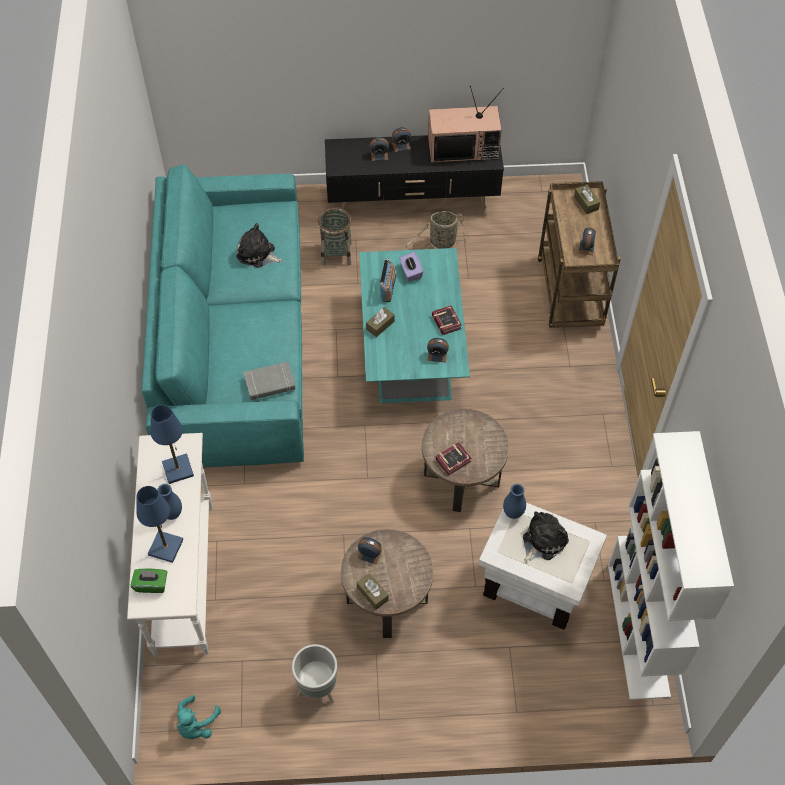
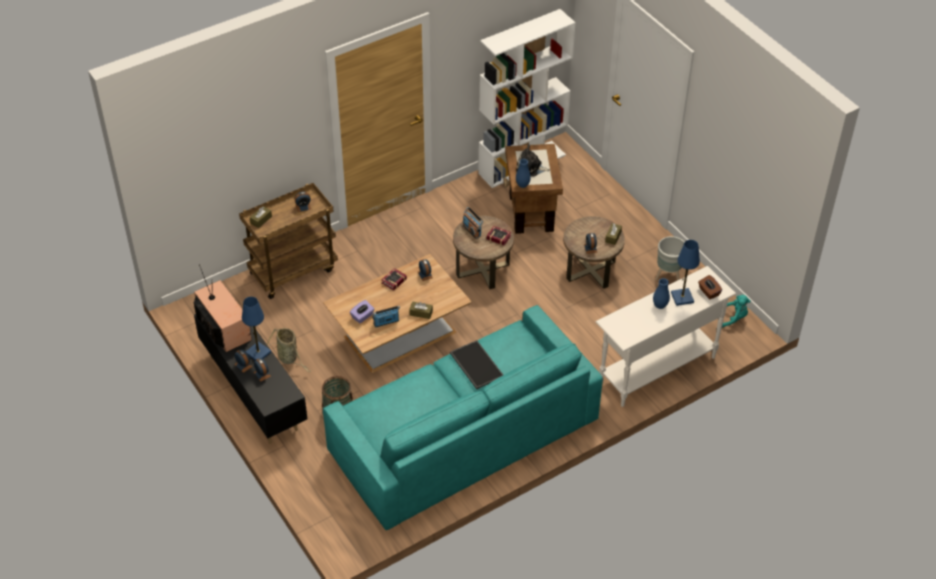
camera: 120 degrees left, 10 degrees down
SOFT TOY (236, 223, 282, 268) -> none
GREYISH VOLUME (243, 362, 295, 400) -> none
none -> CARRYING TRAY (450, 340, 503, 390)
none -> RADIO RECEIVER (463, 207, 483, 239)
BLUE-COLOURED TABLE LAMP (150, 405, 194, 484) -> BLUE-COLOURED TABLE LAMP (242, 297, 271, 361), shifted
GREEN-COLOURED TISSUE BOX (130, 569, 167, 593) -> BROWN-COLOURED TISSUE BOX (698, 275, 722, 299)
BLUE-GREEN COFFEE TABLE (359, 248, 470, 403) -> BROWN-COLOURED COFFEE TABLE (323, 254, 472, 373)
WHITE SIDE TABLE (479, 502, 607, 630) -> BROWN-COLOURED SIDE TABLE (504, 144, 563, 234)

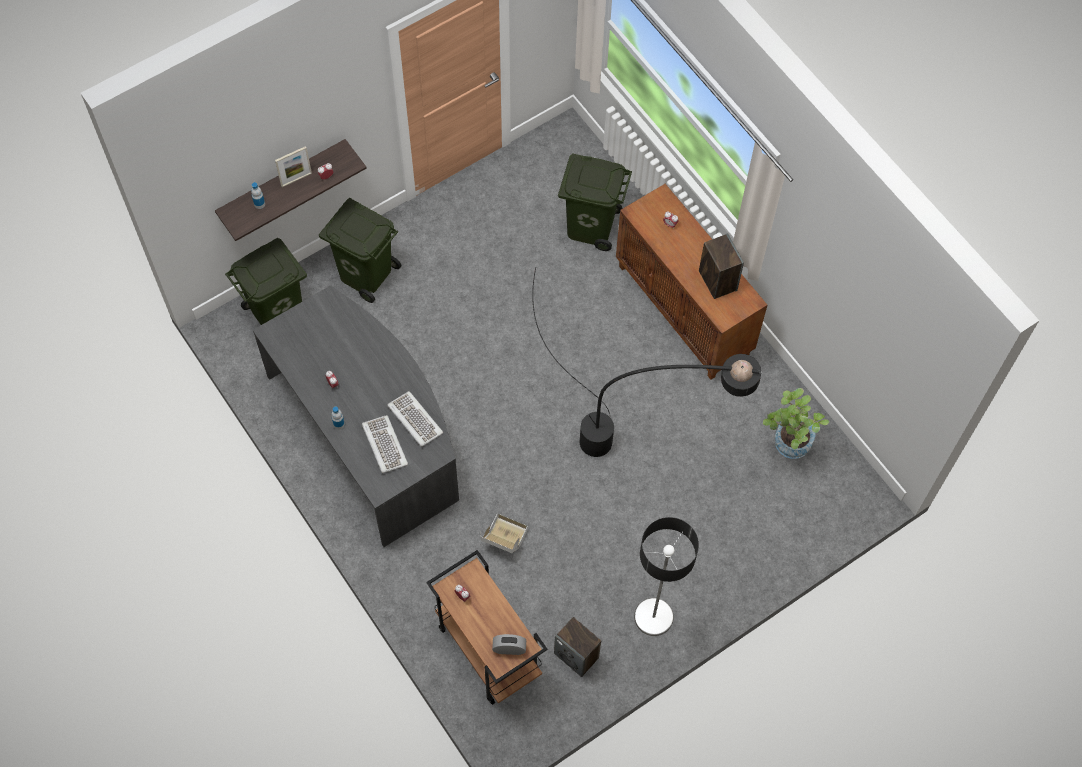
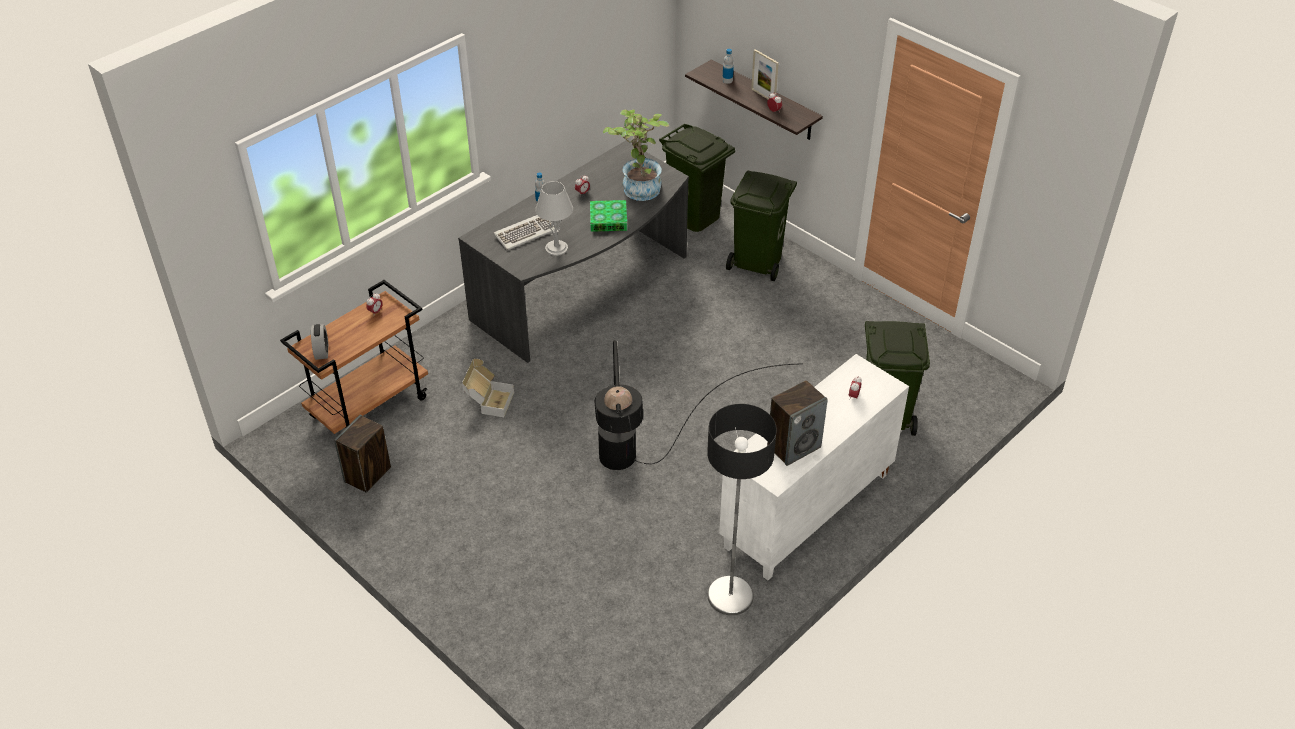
camera: 80 degrees right, 20 degrees down
none -> VOLUME (590, 200, 627, 232)
STANDARD LAMP (634, 517, 699, 636) -> STANDARD LAMP (707, 404, 777, 615), shifted
POTTED PLANT (763, 388, 829, 459) -> POTTED PLANT (603, 109, 669, 201), shifted
PC KEYBOARD (387, 391, 443, 447) -> GREYISH TABLE LAMP (535, 181, 573, 256)
BROWN-COLOURED STORAGE CABINET (616, 184, 767, 380) -> WHITE STORAGE CABINET (719, 354, 909, 580)

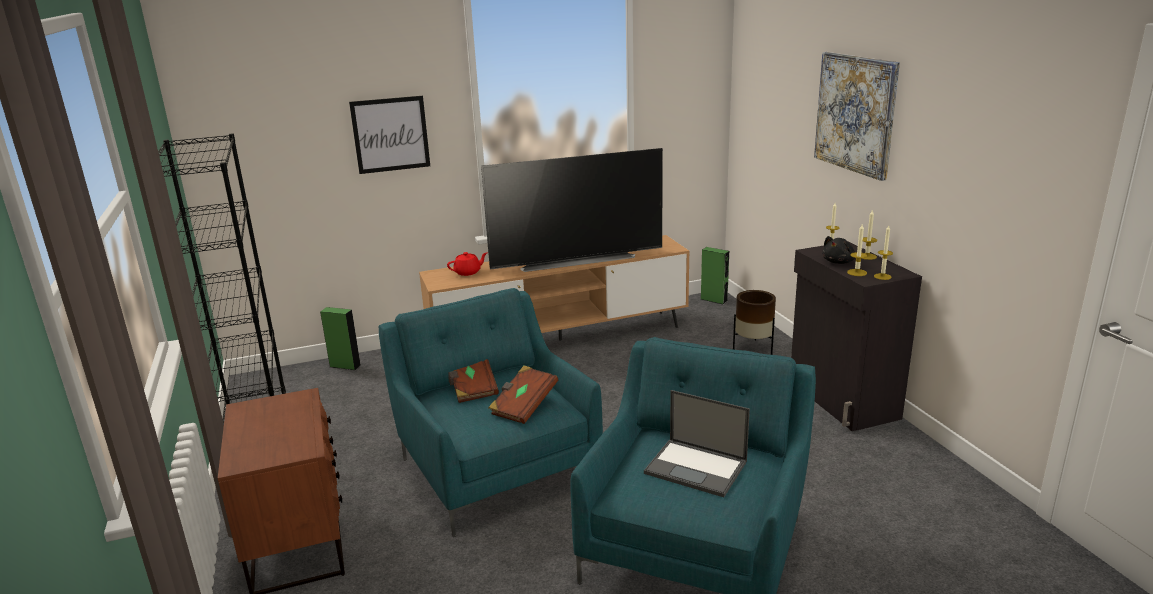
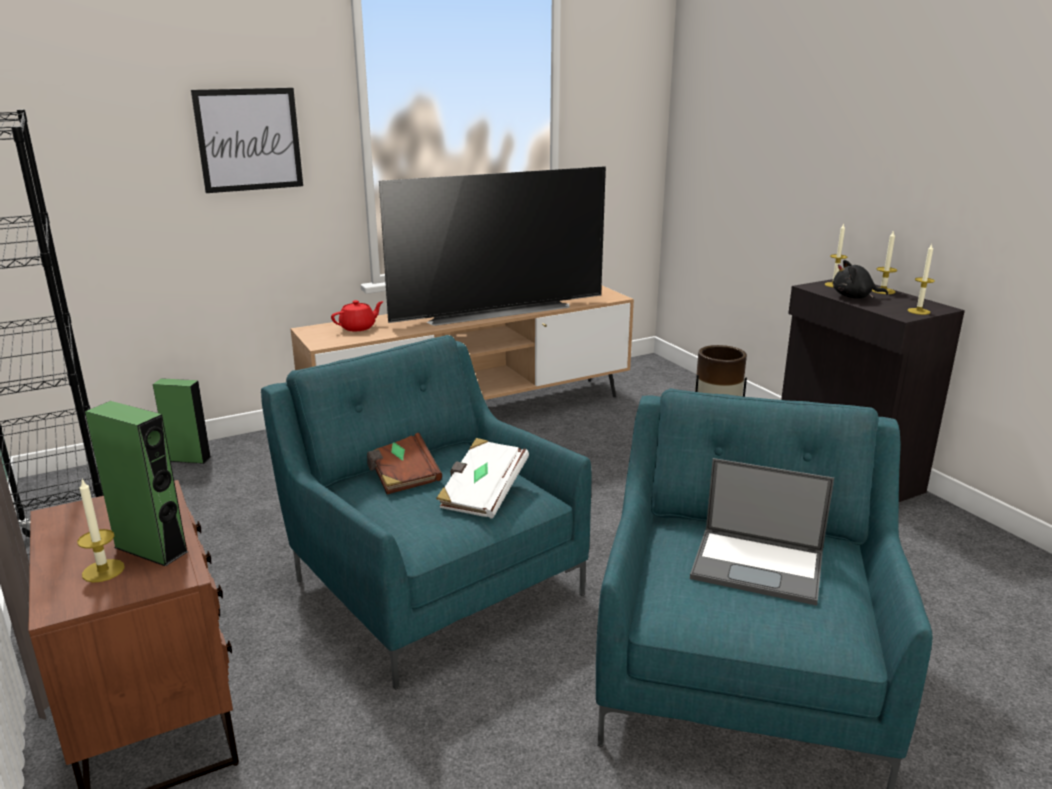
camera: 10 degrees left, 0 degrees up
WALL PICTURE (814, 52, 900, 181) -> none
GREEN-COLOURED SPEAKER (701, 247, 729, 305) -> GREEN-COLOURED SPEAKER (85, 401, 189, 566), shifted
CANDLE (847, 224, 868, 276) -> CANDLE (77, 479, 125, 583), shifted
BROWN-COLOURED VOLUME (489, 365, 558, 424) -> WHITE VOLUME (436, 438, 529, 519)
BLACK-COLOURED SOFT TOY (822, 236, 855, 264) -> BLACK-COLOURED SOFT TOY (833, 260, 888, 299), 60 degrees clockwise

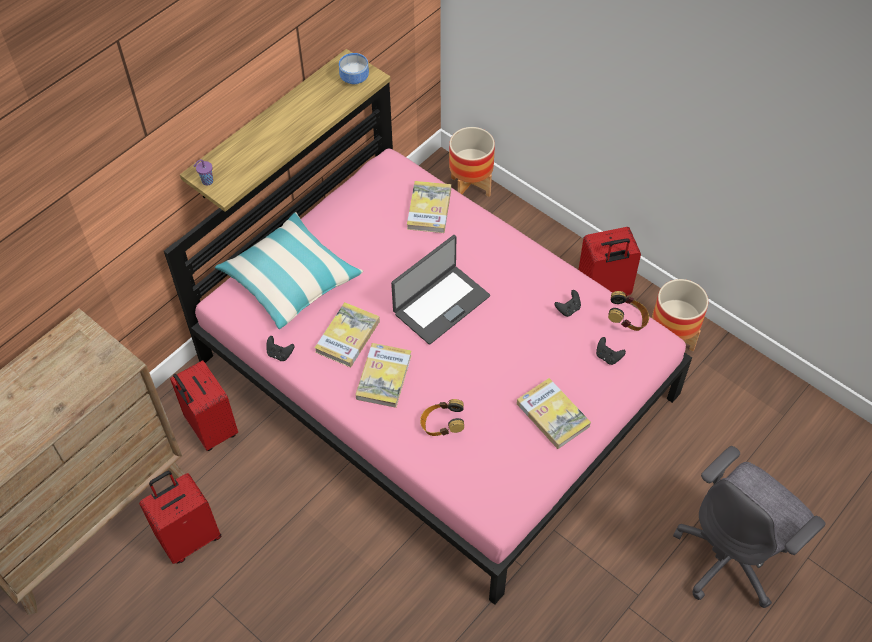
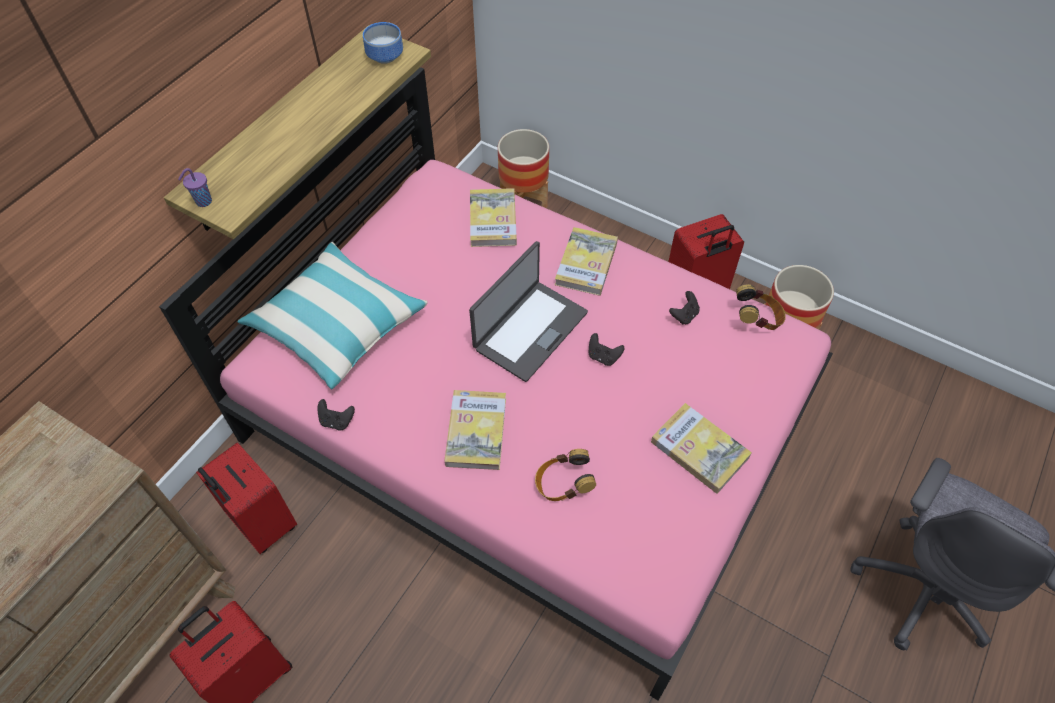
camera: 10 degrees left, 0 degrees up
VOLUME (315, 302, 380, 368) -> VOLUME (555, 227, 618, 296), shifted
BLACK-COLOURED GAMEPAD (596, 337, 626, 365) -> BLACK-COLOURED GAMEPAD (589, 333, 625, 366), shifted

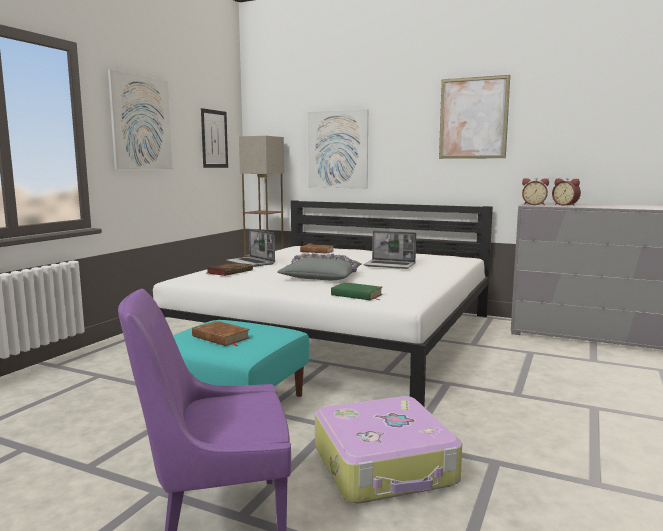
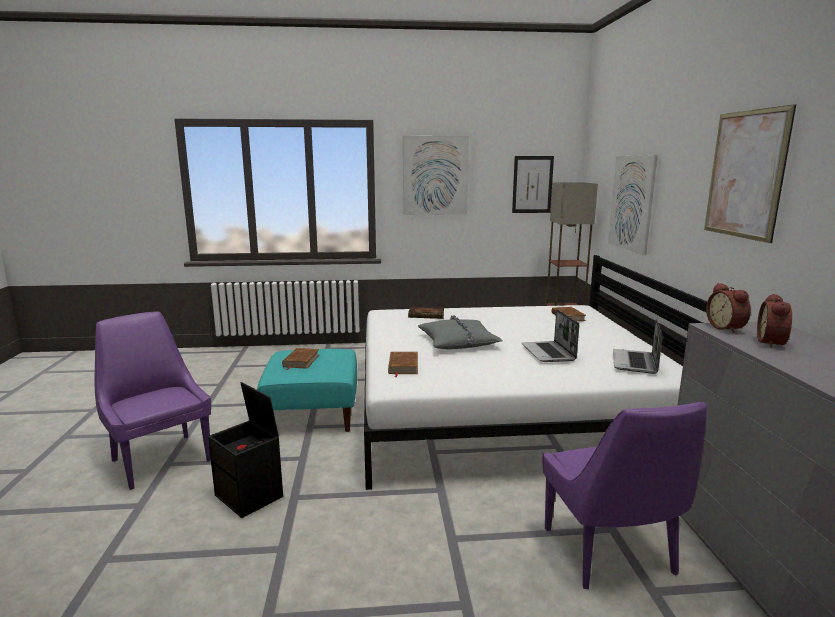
camera: 60 degrees right, 5 degrees up
none -> PURPLISH CHAIR (543, 402, 707, 589)
LAPTOP (226, 229, 275, 267) -> LAPTOP (613, 319, 663, 374), shifted
PIECE OF LUGGAGE (315, 396, 462, 504) -> BLACK-COLOURED STORAGE CONTAINER (208, 382, 283, 518)
GREEN-COLOURED VOLUME (331, 282, 383, 300) -> BROWN-COLOURED VOLUME (388, 352, 418, 377)

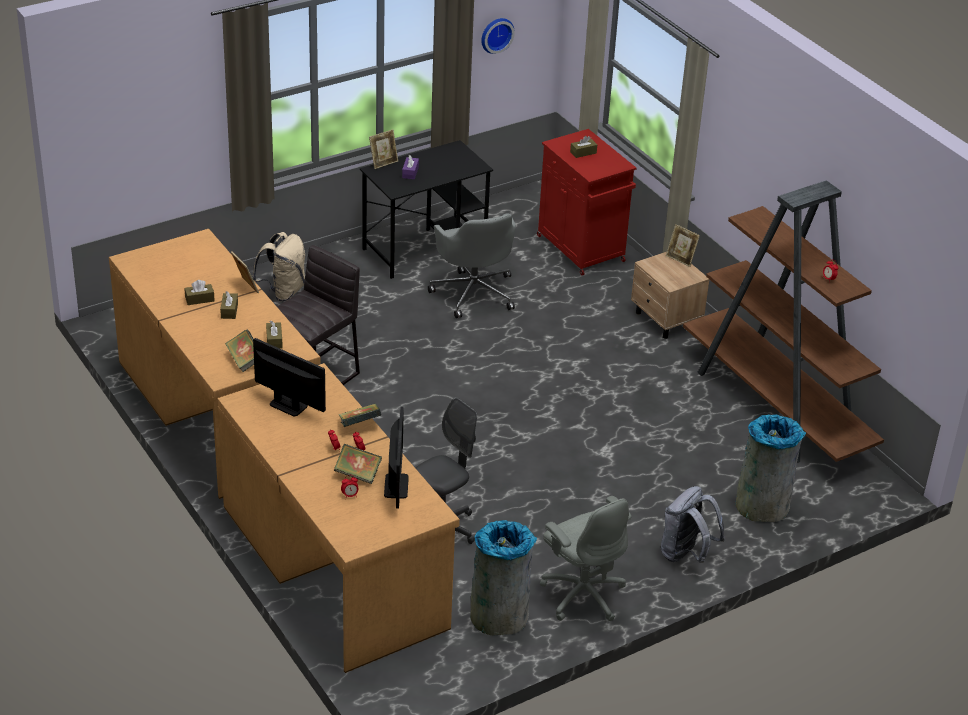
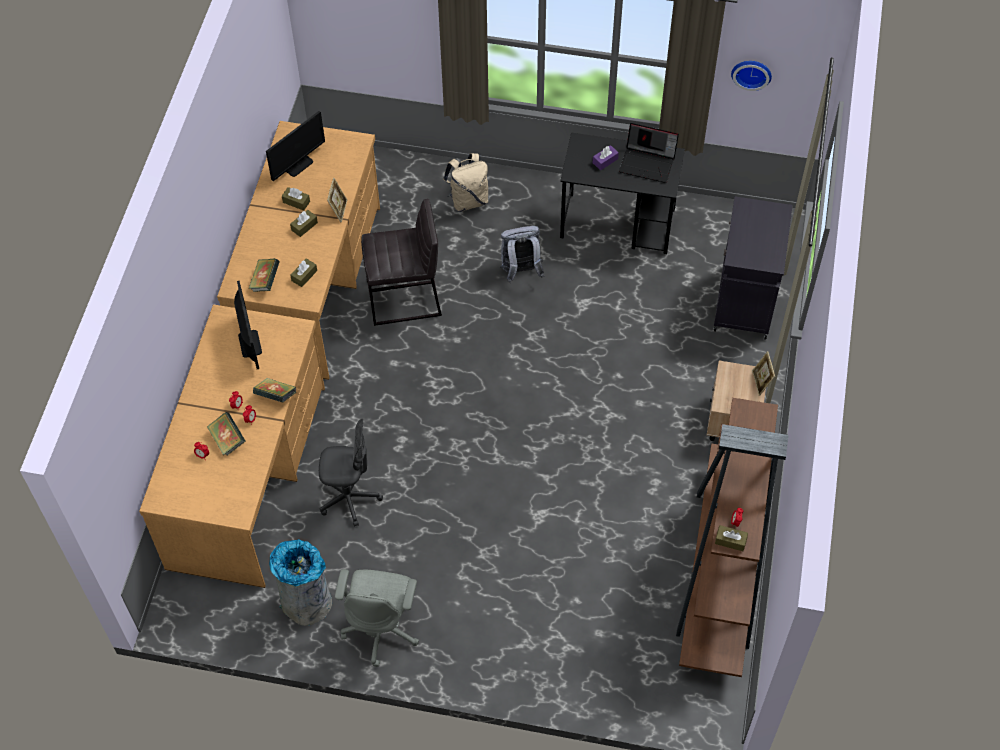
camera: 45 degrees right, 20 degrees up
PHOTO FRAME (369, 130, 398, 169) -> none
GREYISH OFFICE CHAIR (428, 213, 516, 318) -> none
GREYISH RUBBISH BIN (735, 415, 806, 522) -> none
none -> LAPTOP (619, 123, 679, 183)
COMPUTER DISPLAY (384, 407, 409, 509) -> COMPUTER DISPLAY (266, 111, 325, 181), shifted
BROWN-COLOURED TISSUE BOX (570, 136, 597, 158) -> BROWN-COLOURED TISSUE BOX (715, 525, 748, 551), shifted
GREYISH BACKPACK (661, 486, 725, 563) -> GREYISH BACKPACK (500, 226, 544, 283), shifted
RED-COLOURED STORAGE CABINET (537, 129, 637, 276) -> BLACK-COLOURED STORAGE CABINET (714, 196, 793, 340)

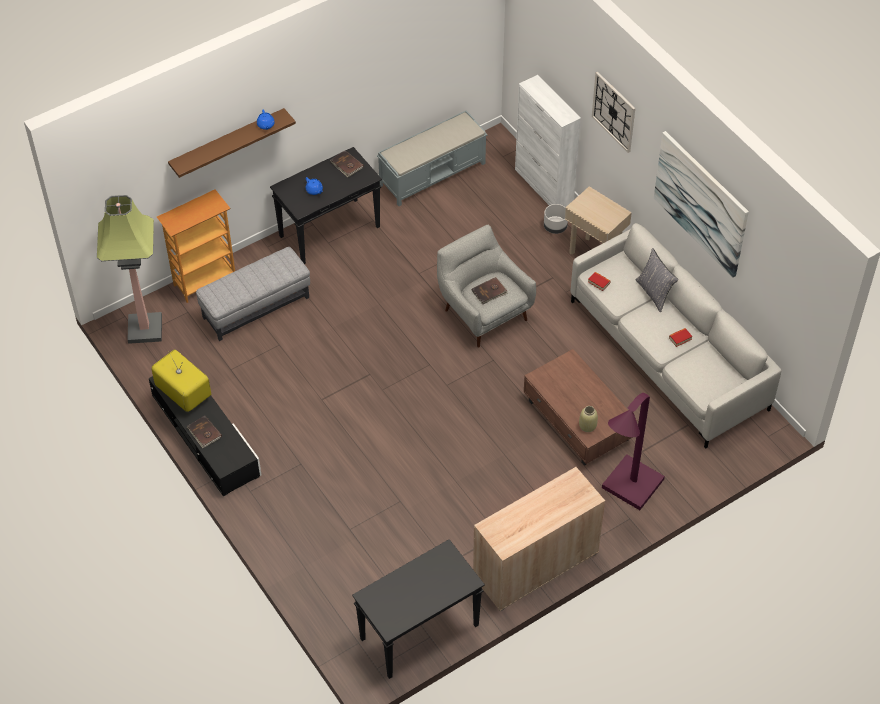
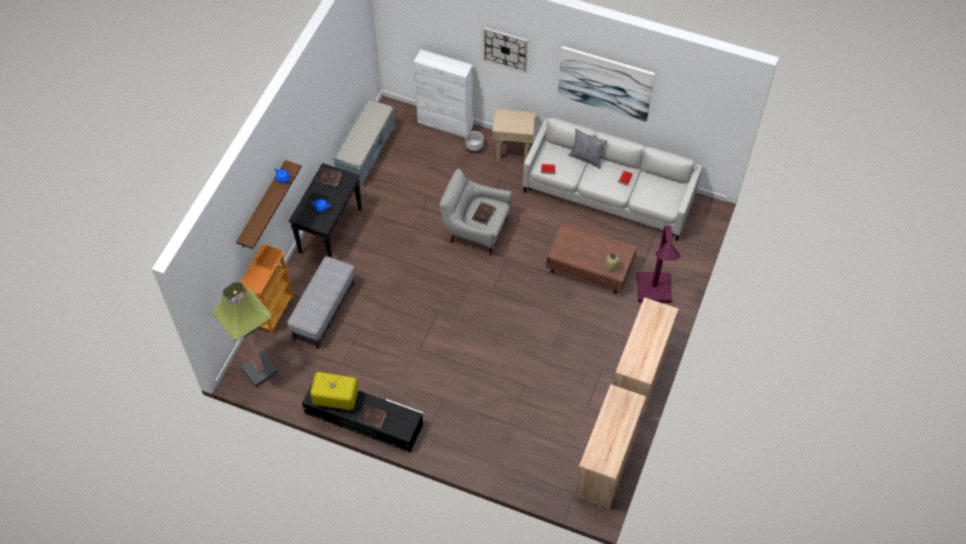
camera: 35 degrees left, 5 degrees up
BLACK-COLOURED NARROW TABLE (352, 539, 485, 679) -> BEIGE-COLOURED STORAGE CABINET (575, 384, 646, 509)

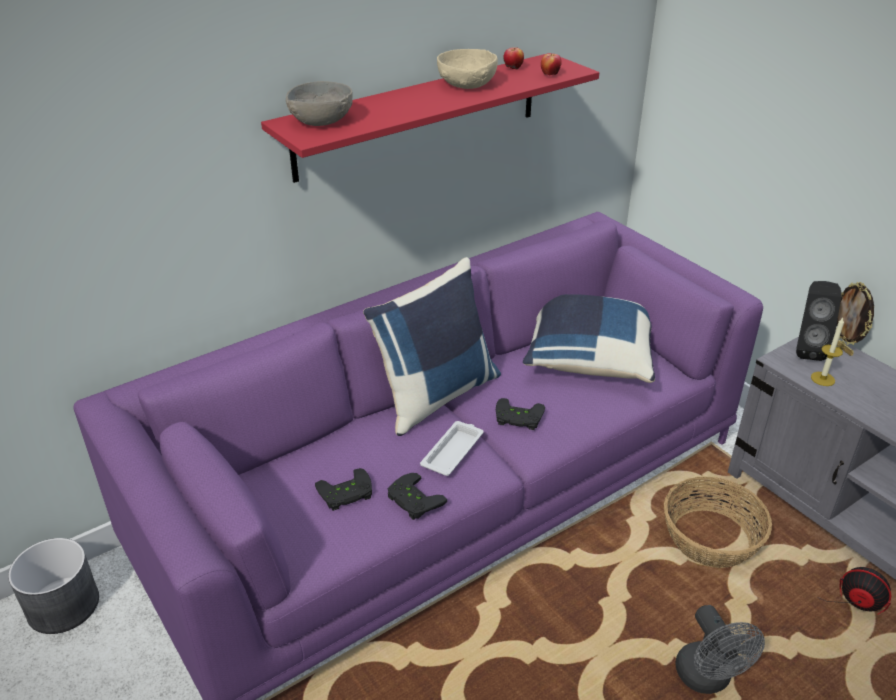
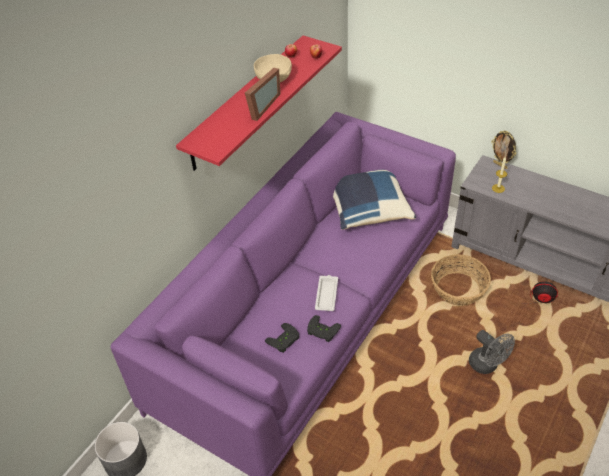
camera: 20 degrees left, 10 degrees up
GREYISH SERVING BOWL (286, 81, 353, 126) -> none
BLUE-COLOURED CUSHION (363, 257, 501, 436) -> none
BLACK-COLOURED GAMEPAD (496, 398, 545, 430) -> none
BLACK-COLOURED SPEAKER (796, 281, 842, 361) -> none
none -> PHOTO FRAME (245, 68, 280, 121)

